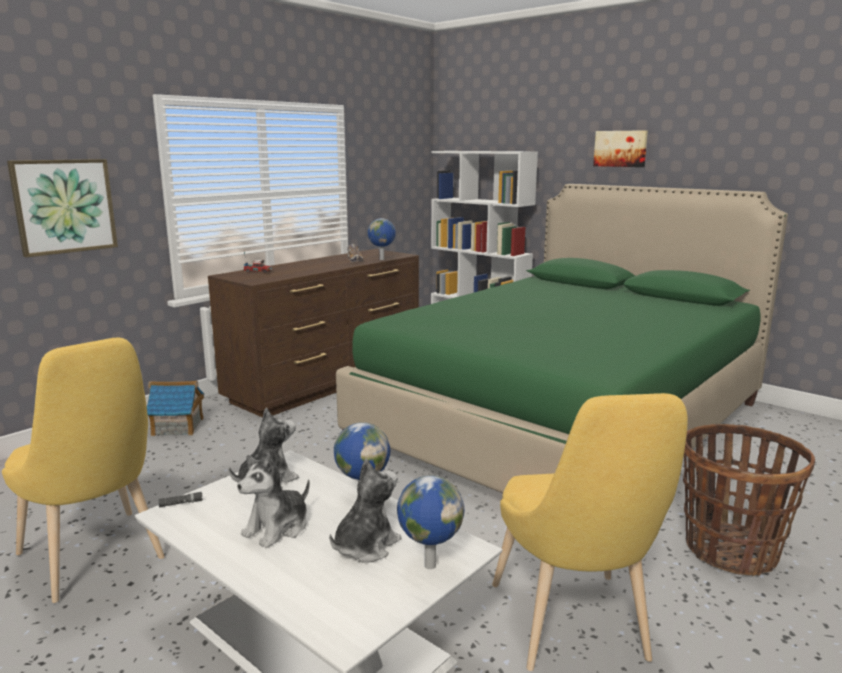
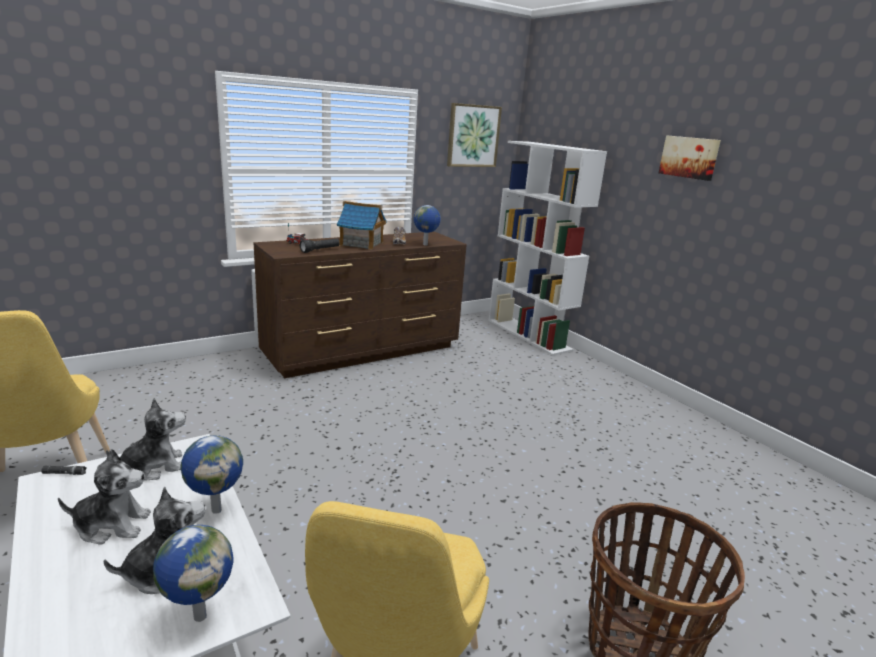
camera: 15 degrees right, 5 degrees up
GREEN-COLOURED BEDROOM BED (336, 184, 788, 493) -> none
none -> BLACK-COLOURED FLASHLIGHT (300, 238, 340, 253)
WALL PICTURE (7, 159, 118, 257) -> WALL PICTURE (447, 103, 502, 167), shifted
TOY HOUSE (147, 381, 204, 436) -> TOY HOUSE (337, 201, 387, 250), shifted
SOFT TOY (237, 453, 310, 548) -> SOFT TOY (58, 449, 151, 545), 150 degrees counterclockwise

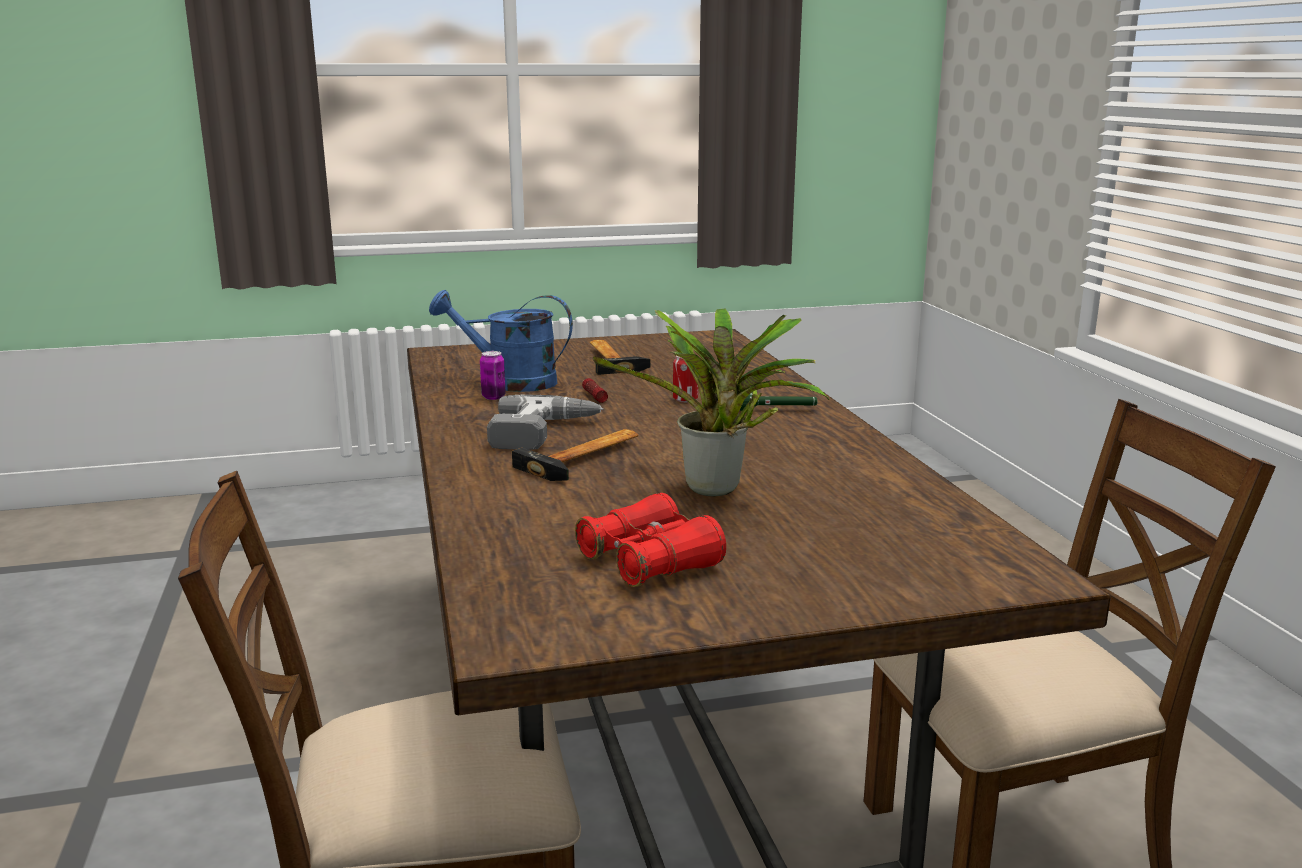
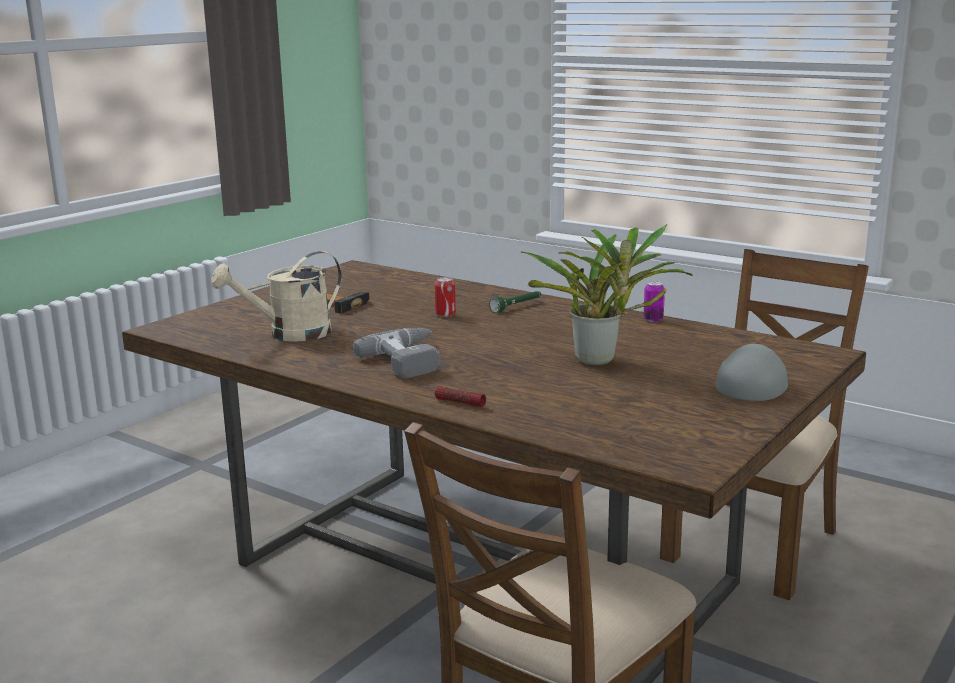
camera: 40 degrees left, 0 degrees up
HAND HAMMER (512, 429, 639, 481) -> none
RED-COLOURED PAIR OF BINOCULARS (575, 493, 726, 587) -> none
none -> GREYISH BASEBALL CAP (716, 344, 788, 401)
CAN (480, 351, 506, 400) -> CAN (643, 281, 665, 322), shifted
FLASHLIGHT (582, 378, 608, 403) -> FLASHLIGHT (435, 386, 486, 407), shifted
BLUE-COLOURED SPRINKLING CAN (429, 290, 573, 392) -> BEIGE-COLOURED SPRINKLING CAN (211, 251, 342, 342)

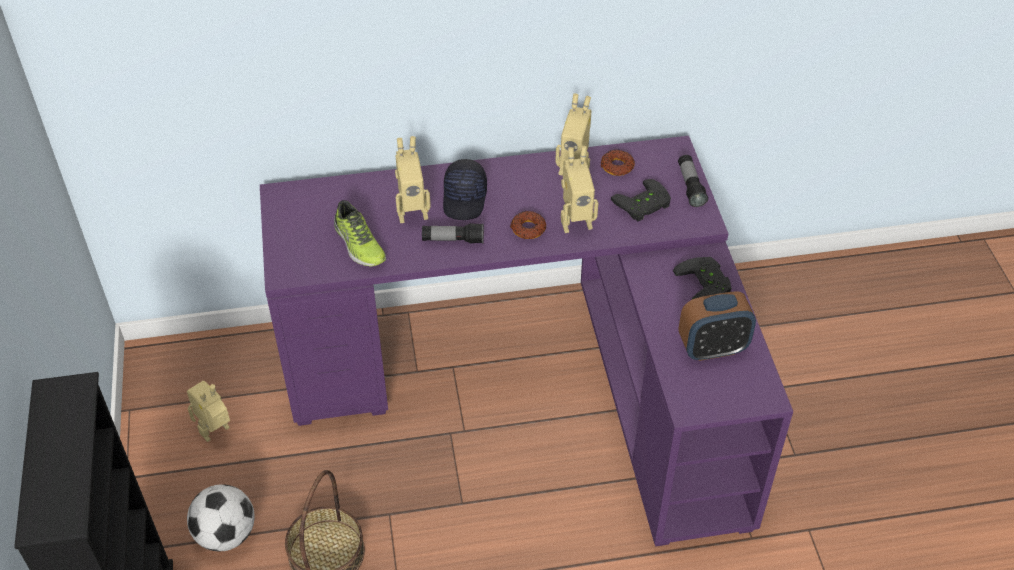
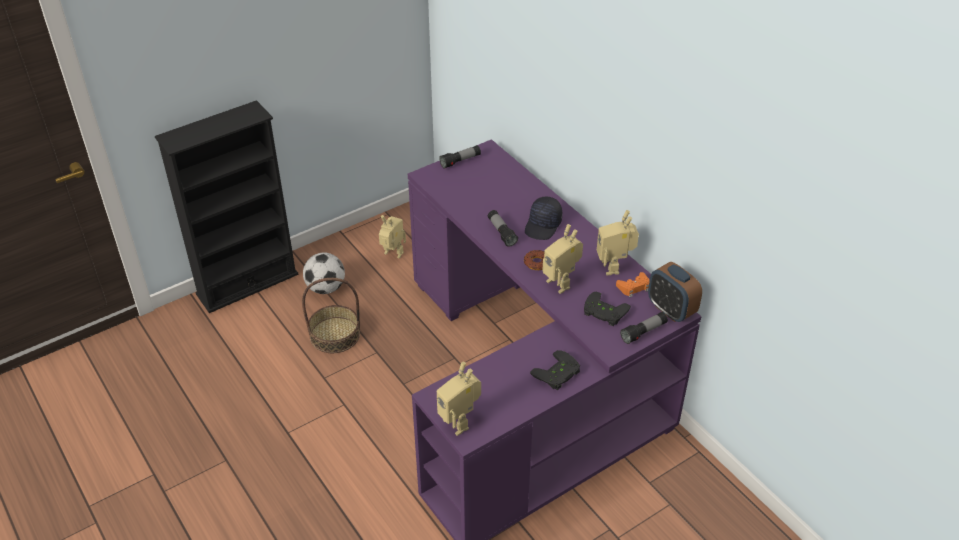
camera: 65 degrees right, 5 degrees down
LOW SHOE (334, 200, 386, 267) -> none
none -> FLASHLIGHT (439, 145, 481, 169)
MODEL ROBOT (395, 136, 431, 223) -> MODEL ROBOT (437, 362, 481, 436), shifted
ALARM CLOCK (679, 291, 756, 361) -> ALARM CLOCK (648, 262, 702, 322), shifted
DOUGHNUT (600, 150, 635, 176) -> ORANGE-COLOURED GAMEPAD (616, 272, 650, 297)
BLACK-COLOURED BASEBALL CAP (443, 159, 487, 220) -> BLACK-COLOURED BASEBALL CAP (525, 196, 562, 240), 45 degrees counterclockwise

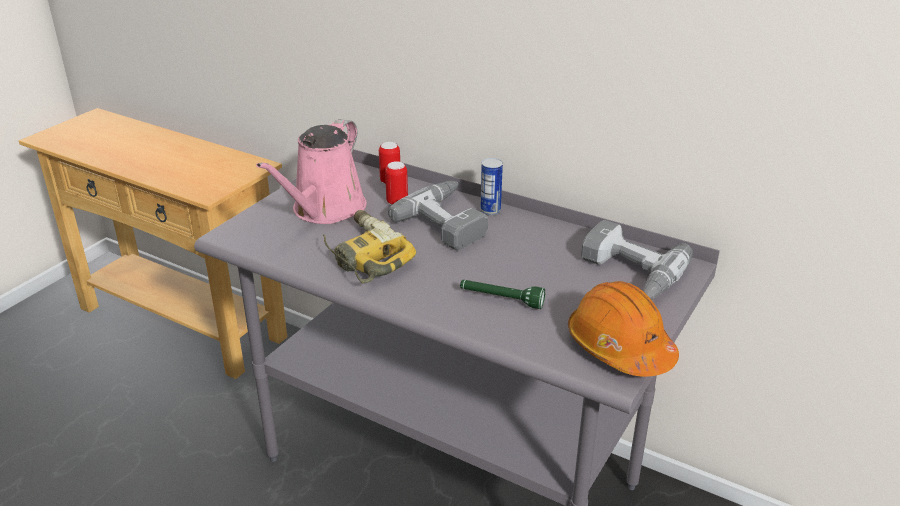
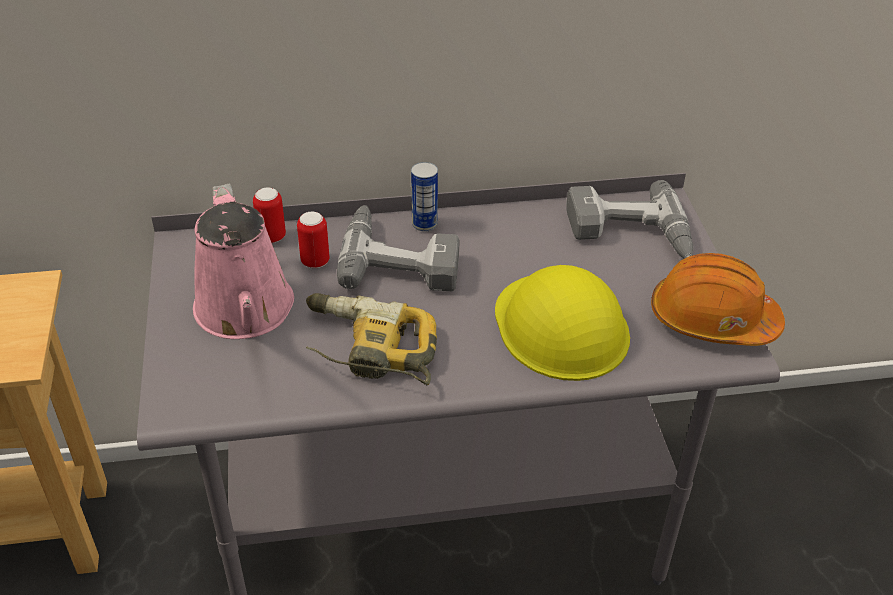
camera: 40 degrees left, 10 degrees up
GREEN-COLOURED FLASHLIGHT (460, 280, 545, 309) -> YELLOW-COLOURED HARD HAT (495, 265, 630, 381)

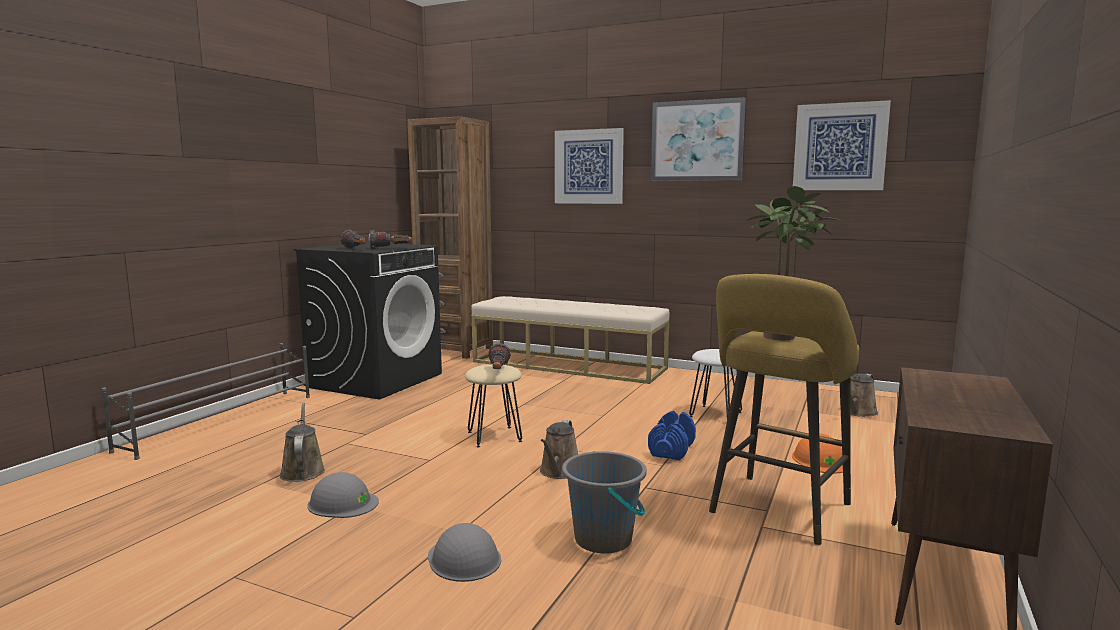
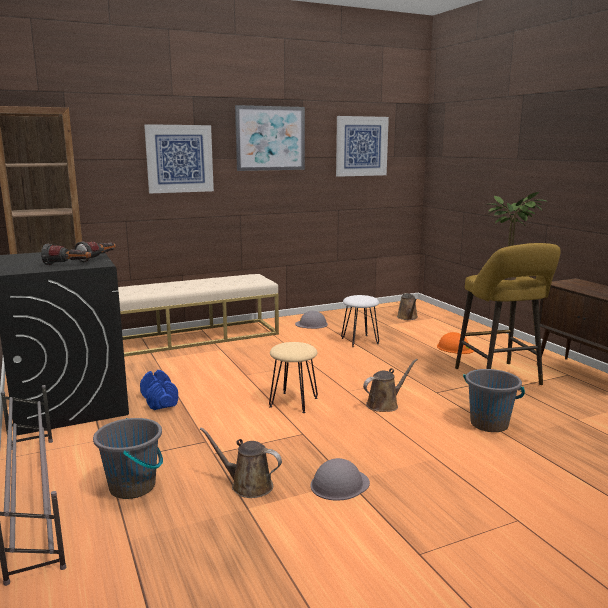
camera: 50 degrees left, 5 degrees up
FLASHLIGHT (488, 343, 511, 369) -> none
none -> GREYISH PAIL (93, 418, 163, 499)
GREYISH HARD HAT (428, 523, 501, 582) -> GREYISH HARD HAT (295, 311, 328, 329), shifted
BLUE-COLOURED DUMBBELL (648, 411, 696, 460) -> BLUE-COLOURED DUMBBELL (140, 370, 178, 410), shifted
BROWN-COLOURED SPRINKLING CAN (540, 420, 578, 479) -> BROWN-COLOURED SPRINKLING CAN (363, 359, 418, 412), 90 degrees counterclockwise

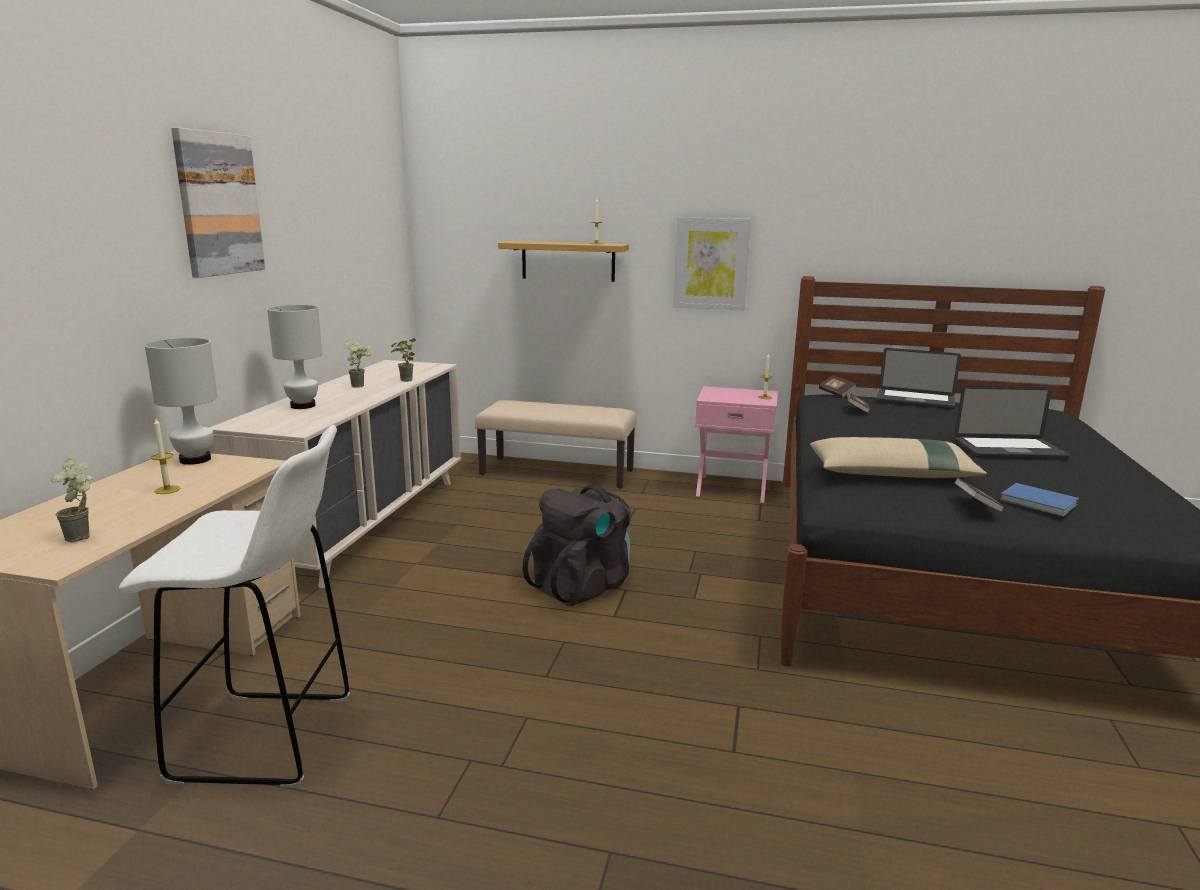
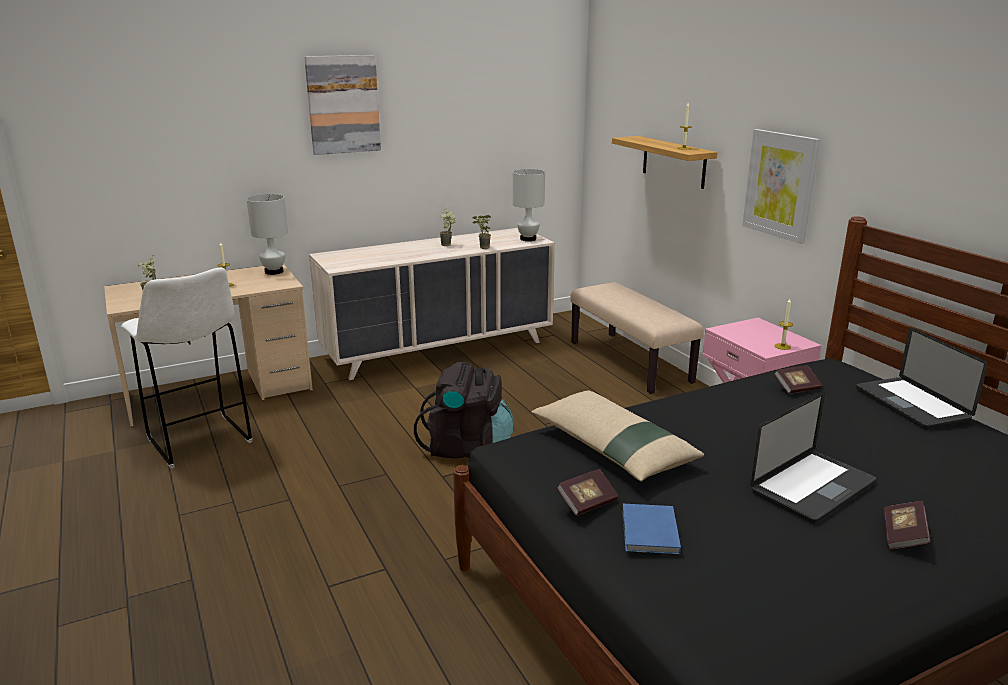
camera: 50 degrees right, 5 degrees up
WHITE TABLE LAMP (267, 305, 322, 409) -> WHITE TABLE LAMP (513, 169, 545, 241), shifted
VOLUME (819, 375, 857, 398) -> VOLUME (884, 501, 930, 549), shifted
LAPTOP (955, 386, 1070, 460) -> LAPTOP (750, 392, 876, 524), 90 degrees counterclockwise

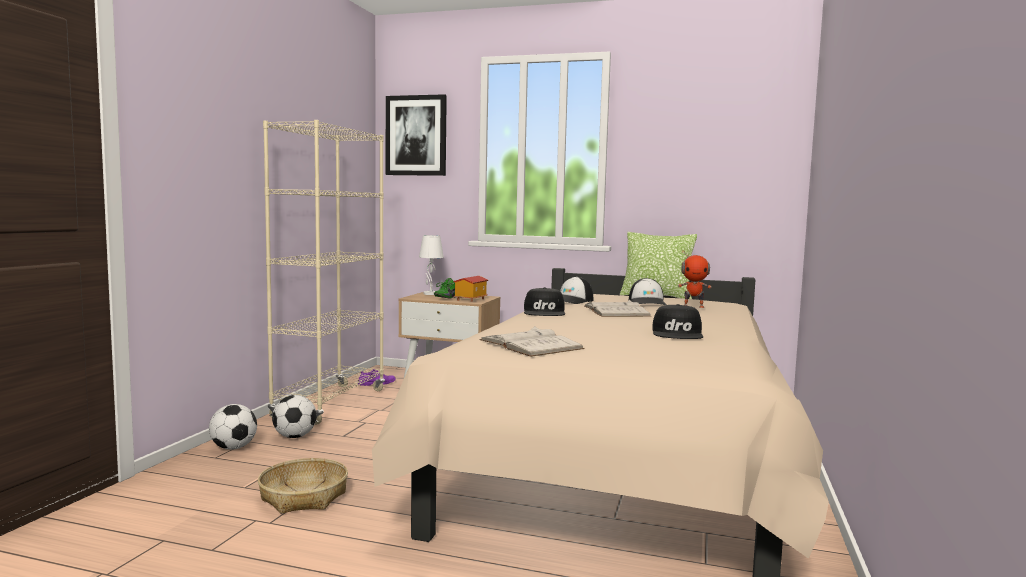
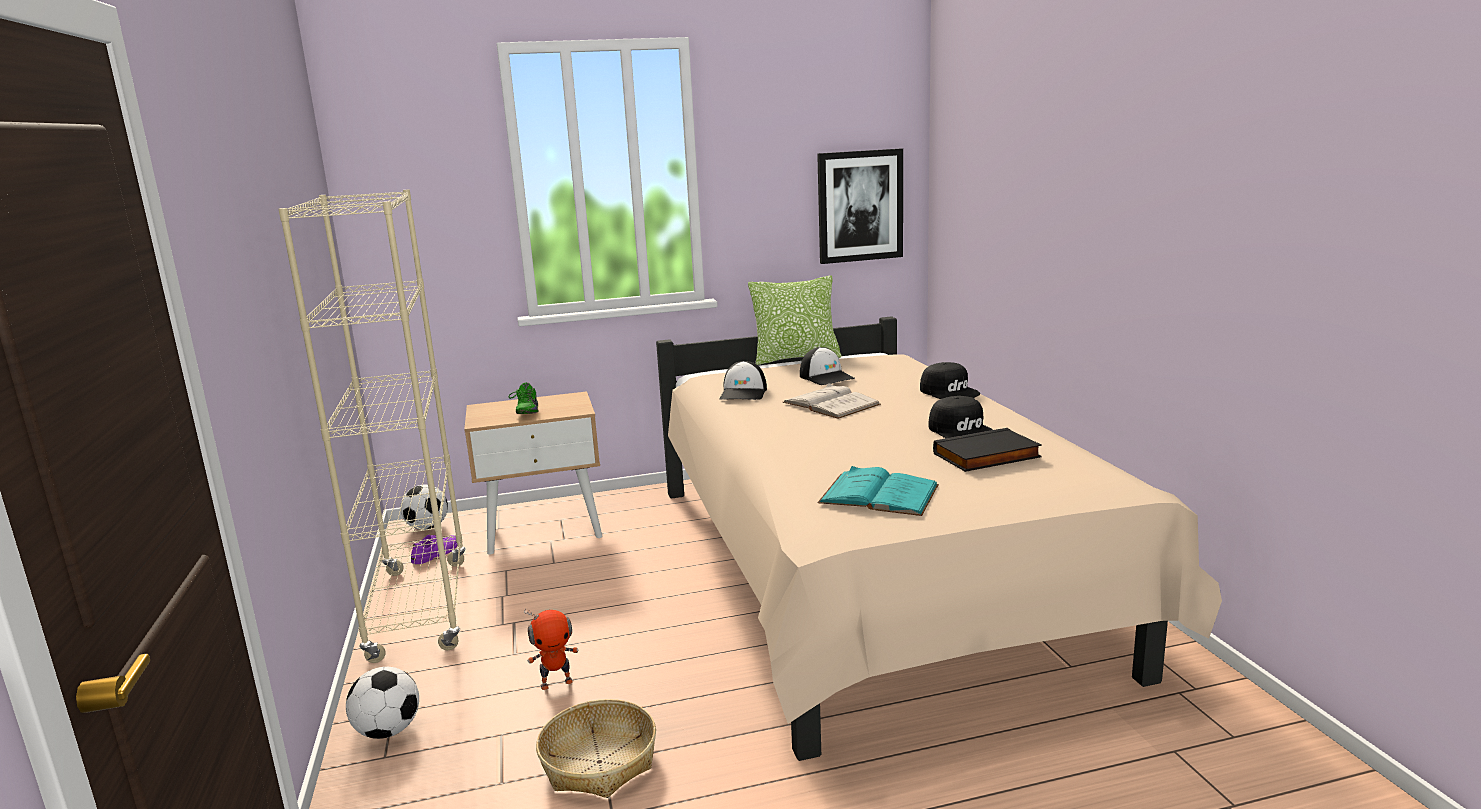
camera: 30 degrees left, 10 degrees up
WHITE TABLE LAMP (419, 235, 444, 295) -> none
TOY HOUSE (453, 276, 488, 302) -> none
none -> BLACK-COLOURED VOLUME (933, 428, 1042, 472)
FOOTBALL (272, 395, 317, 438) -> FOOTBALL (400, 485, 448, 530), shifted
WALL PICTURE (386, 94, 447, 176) -> WALL PICTURE (817, 149, 903, 264), shifted
BLACK-COLOURED BASEBALL CAP (524, 287, 565, 316) -> BLACK-COLOURED BASEBALL CAP (920, 362, 980, 399), shifted
MODEL ROBOT (678, 251, 712, 308) -> MODEL ROBOT (524, 609, 578, 690), shifted
WHITE VOLUME (479, 326, 585, 357) -> BLUE-GREEN VOLUME (818, 466, 939, 516)

